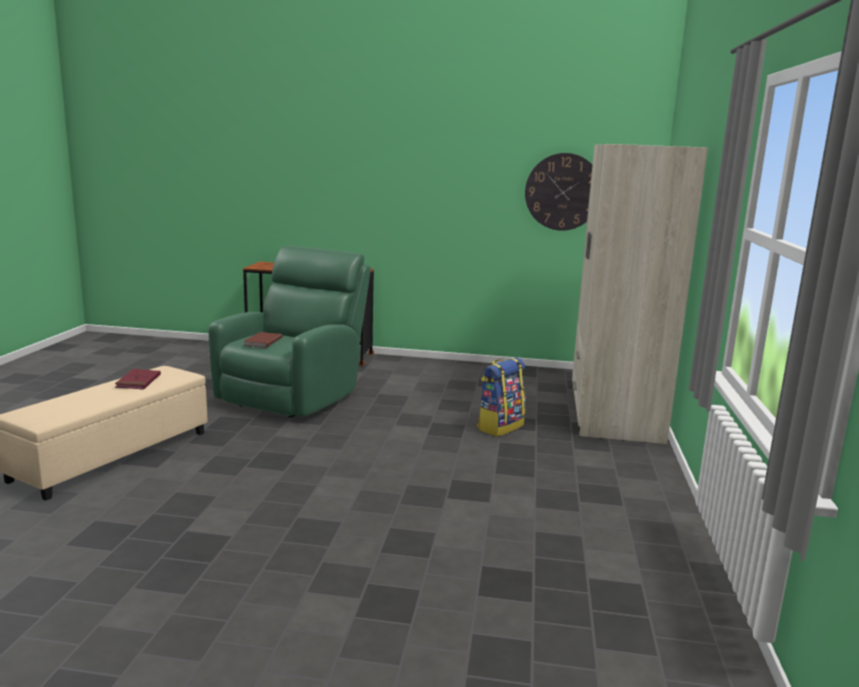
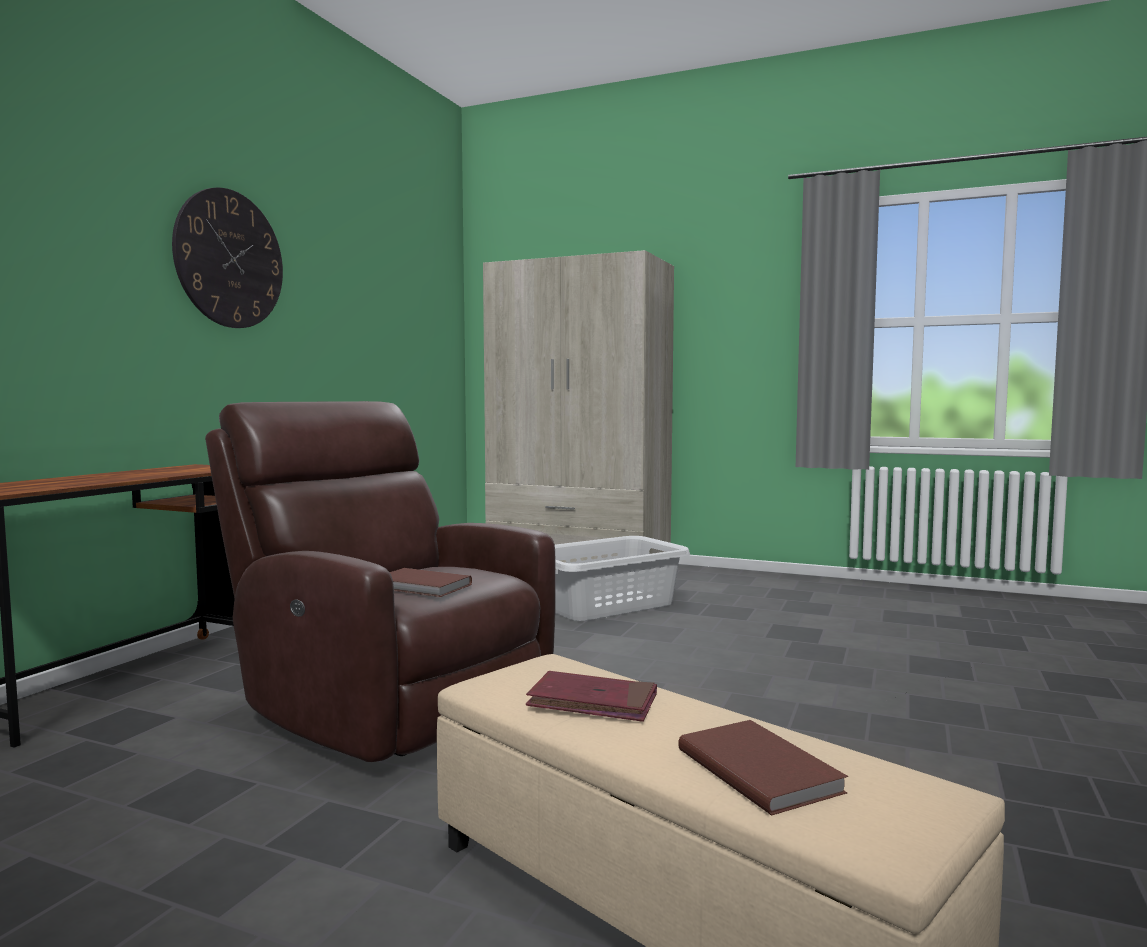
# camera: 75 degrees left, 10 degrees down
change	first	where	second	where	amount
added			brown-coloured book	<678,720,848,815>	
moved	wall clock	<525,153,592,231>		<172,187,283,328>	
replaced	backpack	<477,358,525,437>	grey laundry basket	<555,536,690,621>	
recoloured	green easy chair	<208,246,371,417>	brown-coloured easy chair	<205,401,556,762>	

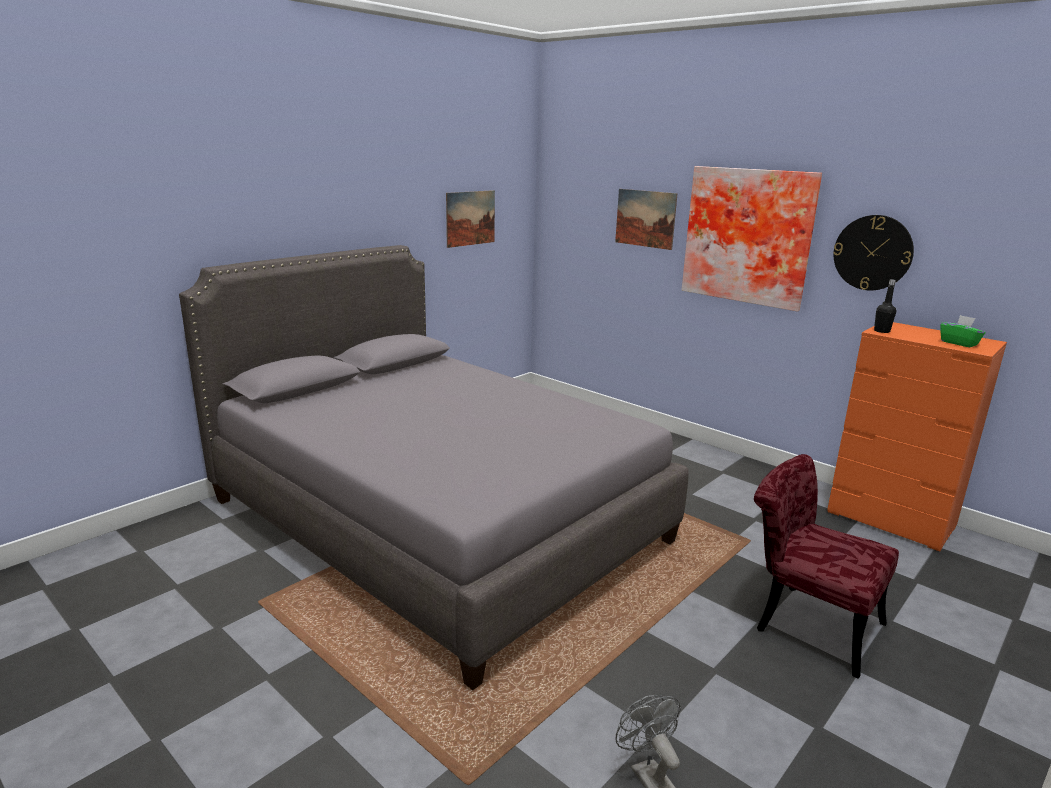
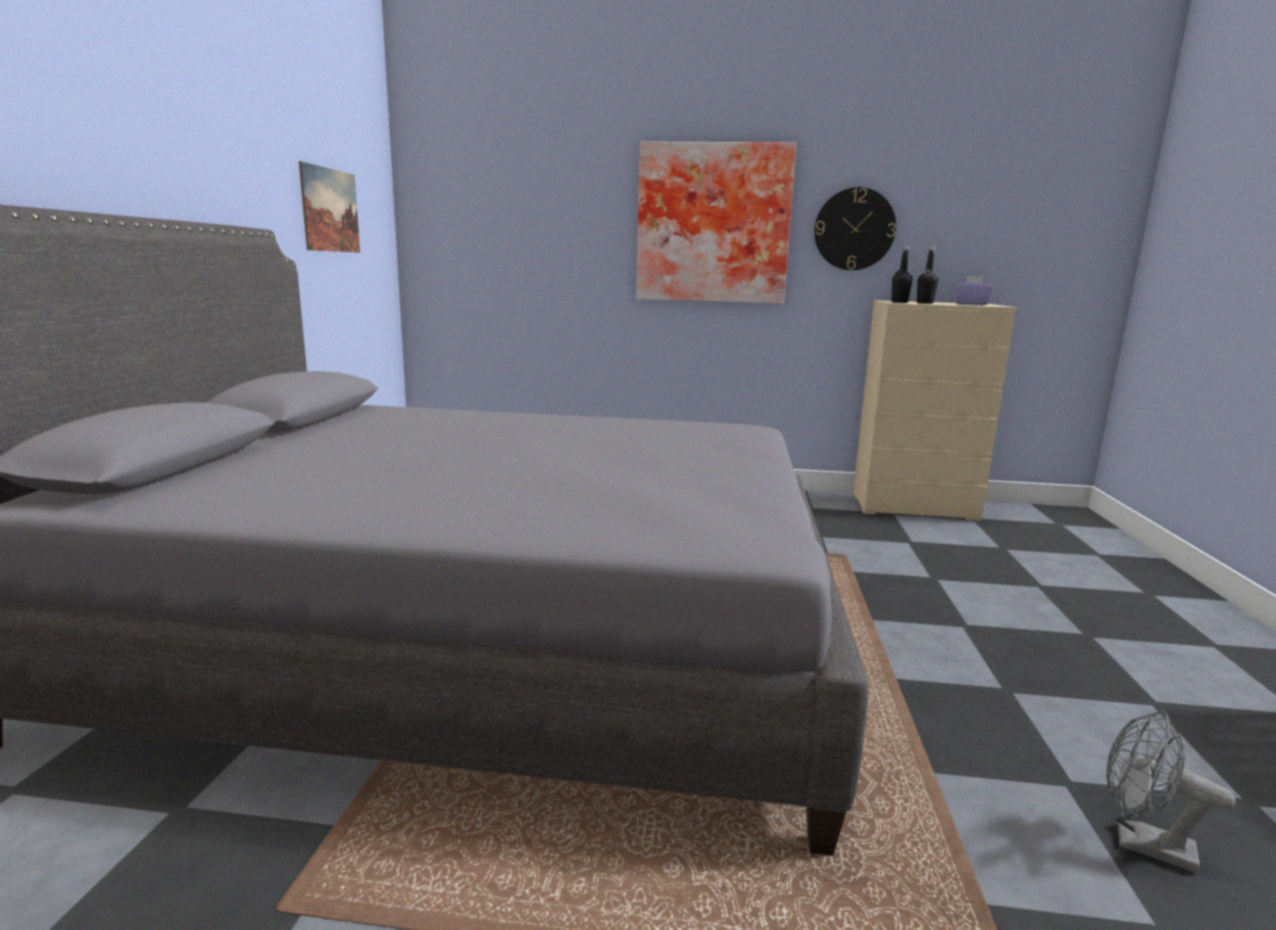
# camera: 35 degrees left, 5 degrees down
change	first	where	second	where	amount
removed	wall art	<615,189,678,250>			
removed	reddish chair	<754,454,899,678>			
added			black-coloured bottle	<917,245,939,304>	
recoloured	orange dresser	<827,322,1007,551>	beige-coloured dresser	<853,300,1017,521>	
recoloured	green box of tissues	<940,315,985,347>	purple-coloured box of tissues	<953,276,994,305>	

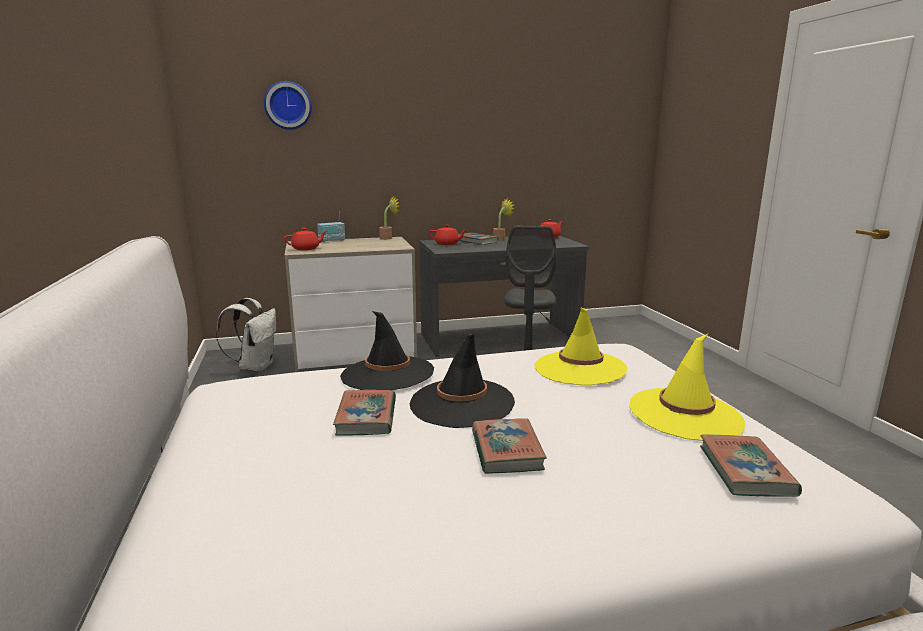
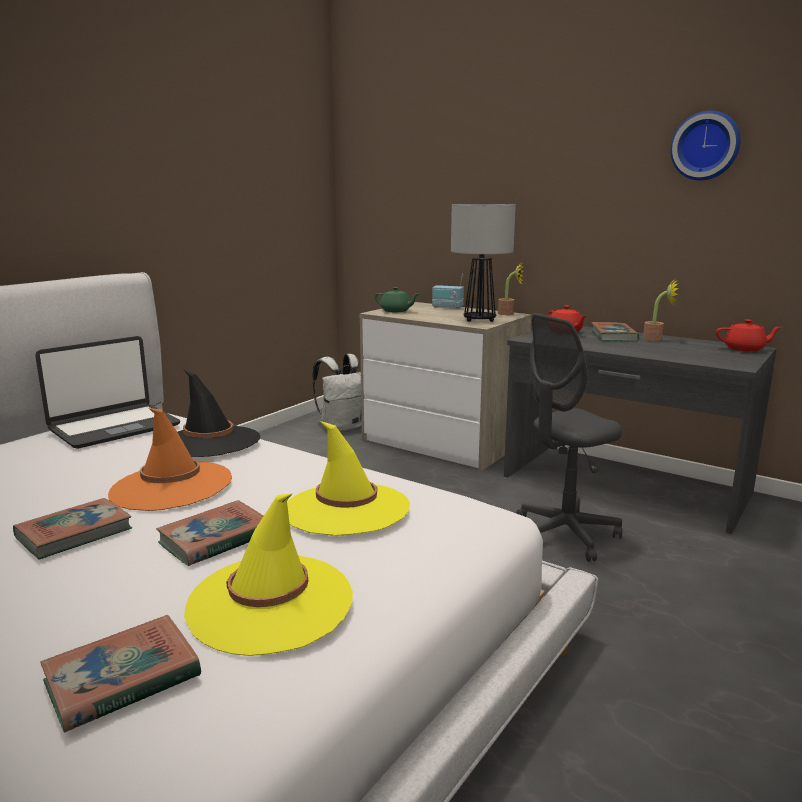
# camera: 50 degrees right, 0 degrees up
change	first	where	second	where	amount
added			notebook computer	<35,336,180,449>	
added			tabletop lamp	<451,204,516,322>	
moved	wall clock	<264,81,312,130>		<671,111,741,180>	
moved	book	<333,390,396,436>		<156,500,263,566>	
recoloured	reddish pot for tea	<284,228,327,250>	green pot for tea	<375,287,419,312>	
recoloured	black-coloured clothing hat	<410,334,515,428>	orange clothing hat	<108,408,232,511>	

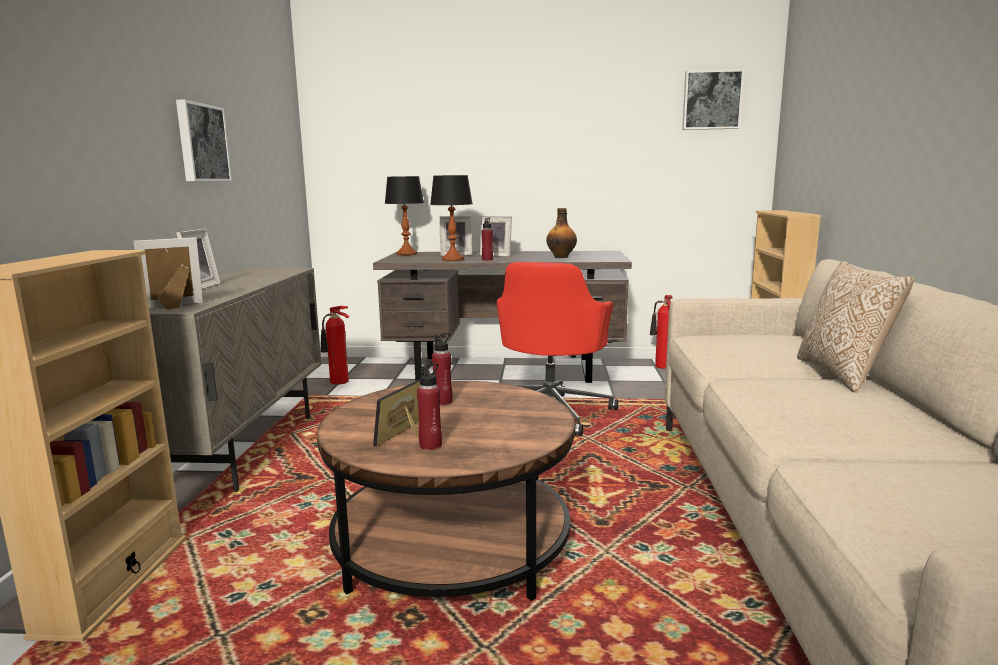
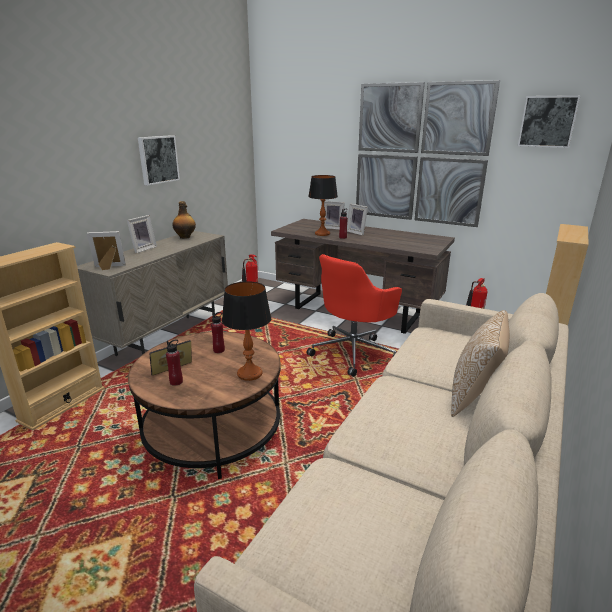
# camera: 25 degrees right, 10 degrees up
change	first	where	second	where	amount
added			wall art	<356,80,500,227>	
moved	tabletop lamp	<385,176,424,255>		<222,281,272,381>	
moved	bottle	<546,208,577,258>		<172,201,196,239>	

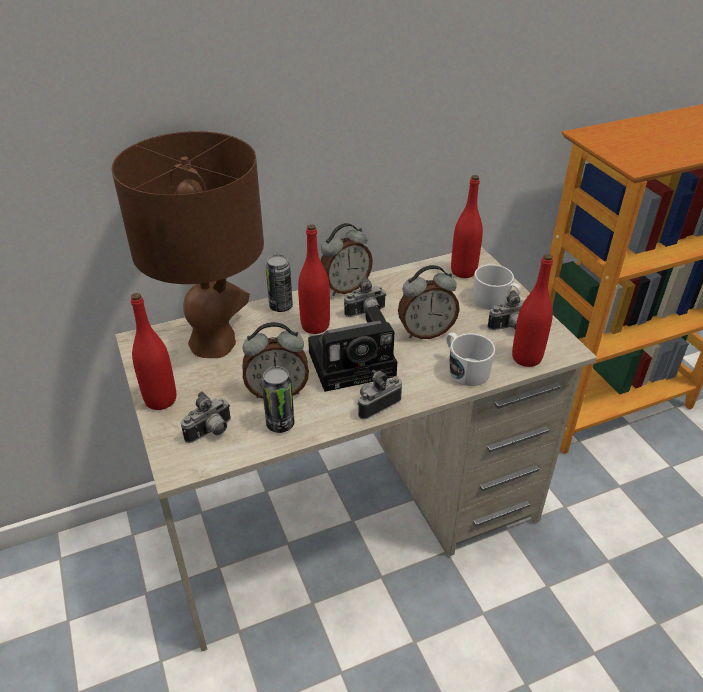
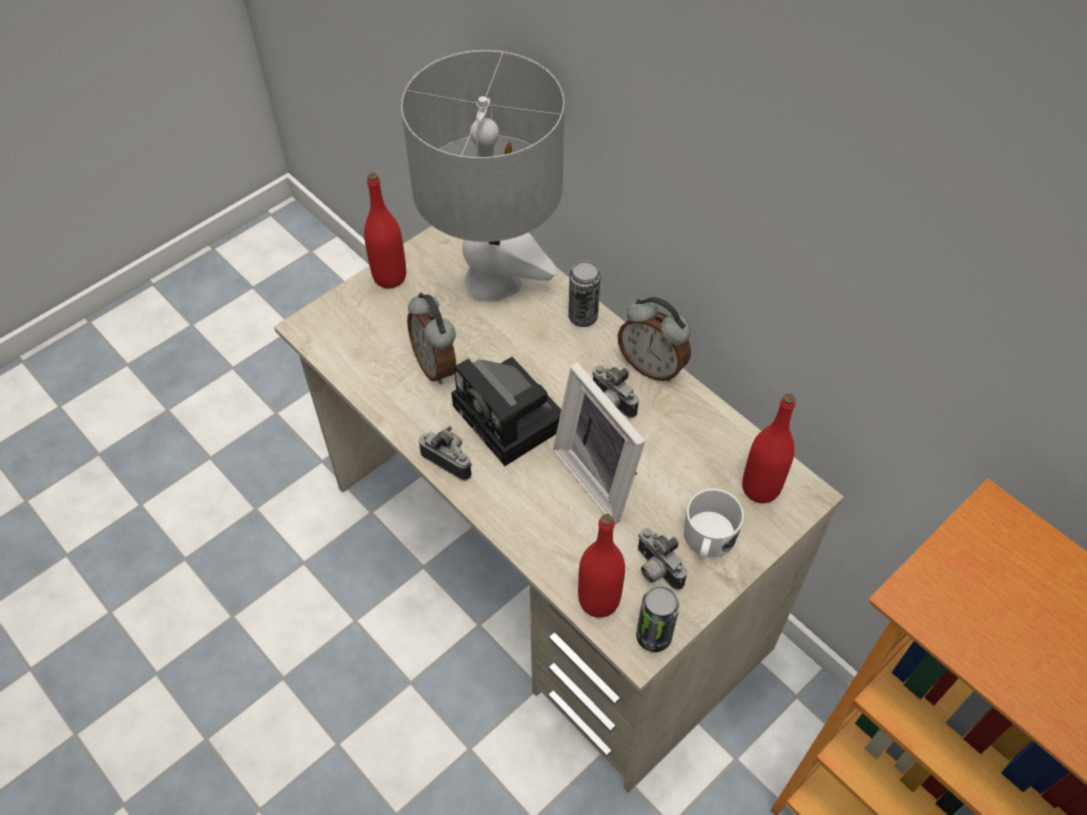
# camera: 70 degrees right, 15 degrees up
change	first	where	second	where	amount
removed	photo camera	<181,391,231,443>			
removed	reddish bottle	<298,224,330,334>			
removed	white-coloured mug	<446,332,495,386>			
moved	sealed can	<262,367,294,433>		<636,586,680,652>	
replaced	bedside clock	<398,265,460,339>	photo frame	<553,362,645,524>	
recoloured	brown-coloured tabletop lamp	<111,131,264,358>	grey tabletop lamp	<401,50,564,302>	

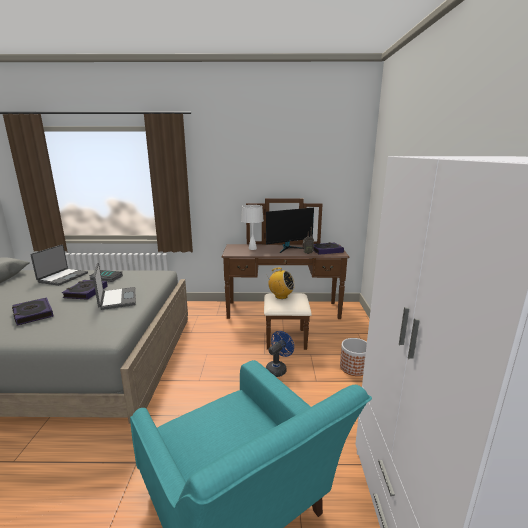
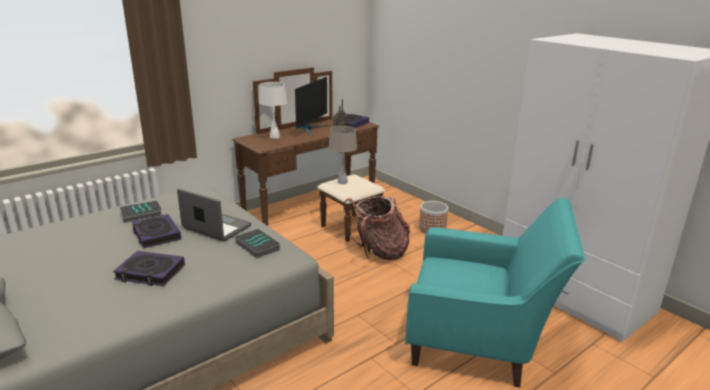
# camera: 40 degrees left, 5 degrees up
change	first	where	second	where	amount
removed	notebook computer	<30,245,88,286>			
added			book	<235,229,280,259>	
replaced	radio set	<266,268,295,299>	beige-coloured tabletop lamp	<328,126,357,184>	
replaced	bluish fan	<266,331,294,377>	backpack	<344,195,410,260>	

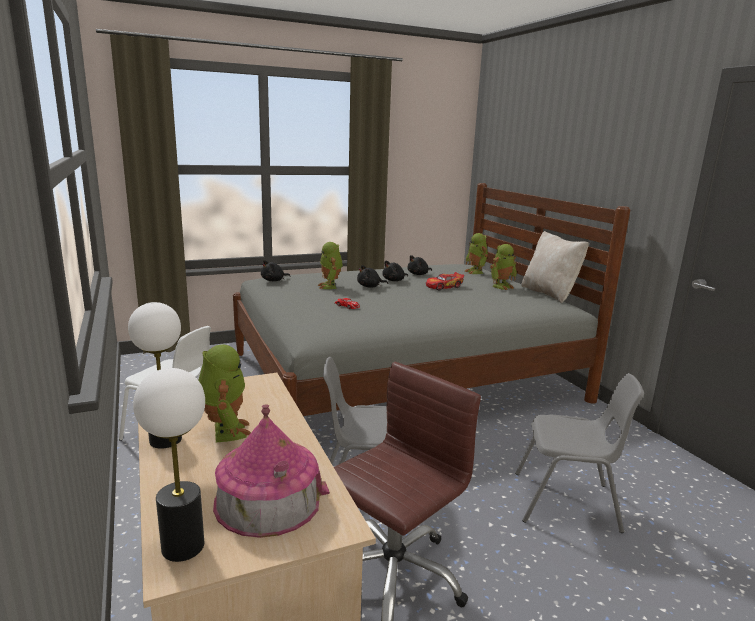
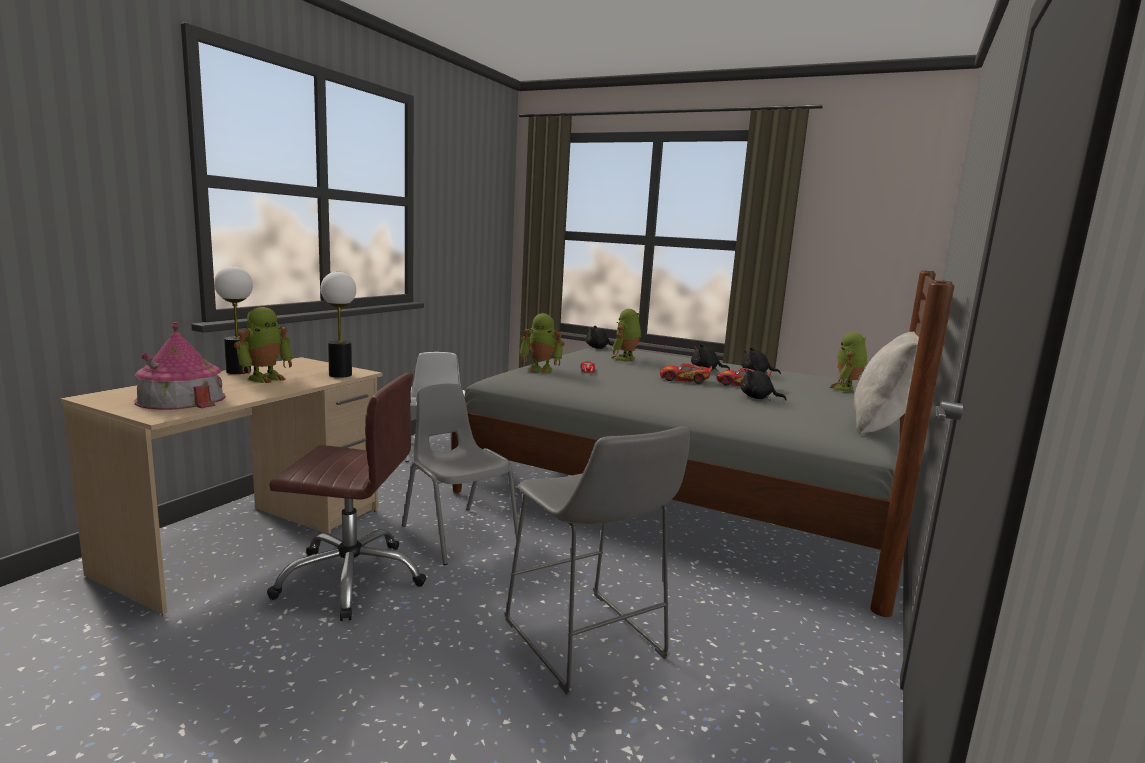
# camera: 50 degrees right, 5 degrees down
change	first	where	second	where	amount
added			model car	<660,363,713,384>	
moved	tabletop lamp	<133,368,205,562>		<321,272,356,378>	
moved	black-coloured cuddly toy	<357,265,388,288>		<740,366,787,401>	
moved	model robot	<490,244,517,290>		<520,313,565,374>	
replaced	grey chair	<515,373,644,533>	grey sitting stool	<504,426,690,695>	

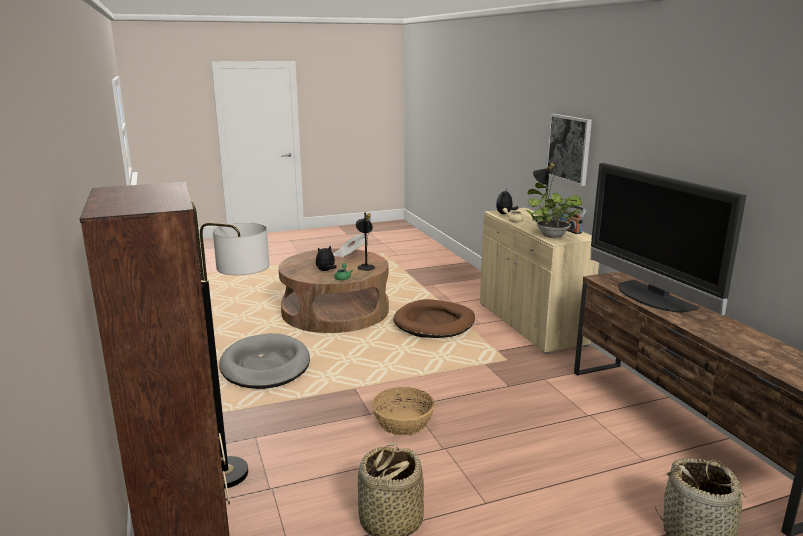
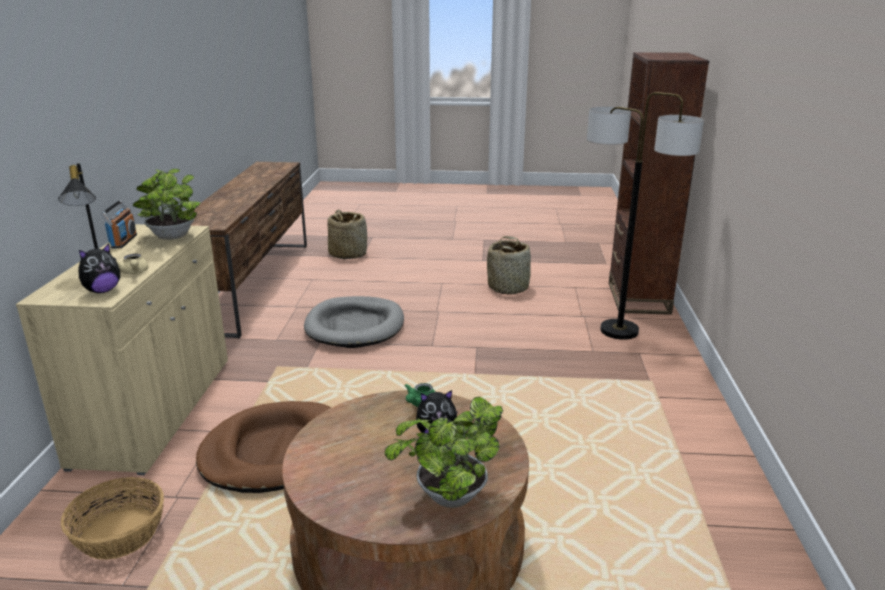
# camera: 155 degrees left, 5 degrees up
change	first	where	second	where	amount
removed	printed paper	<333,234,368,258>			
removed	black-coloured tabletop lamp	<356,212,375,271>			
removed	wall art	<546,114,592,186>			
removed	television	<591,163,747,316>			
added			houseplant	<384,397,503,508>	
moved	grey dog cushion	<219,333,310,389>		<304,296,404,348>	
moved	household basket	<372,387,435,436>		<61,477,164,560>	

